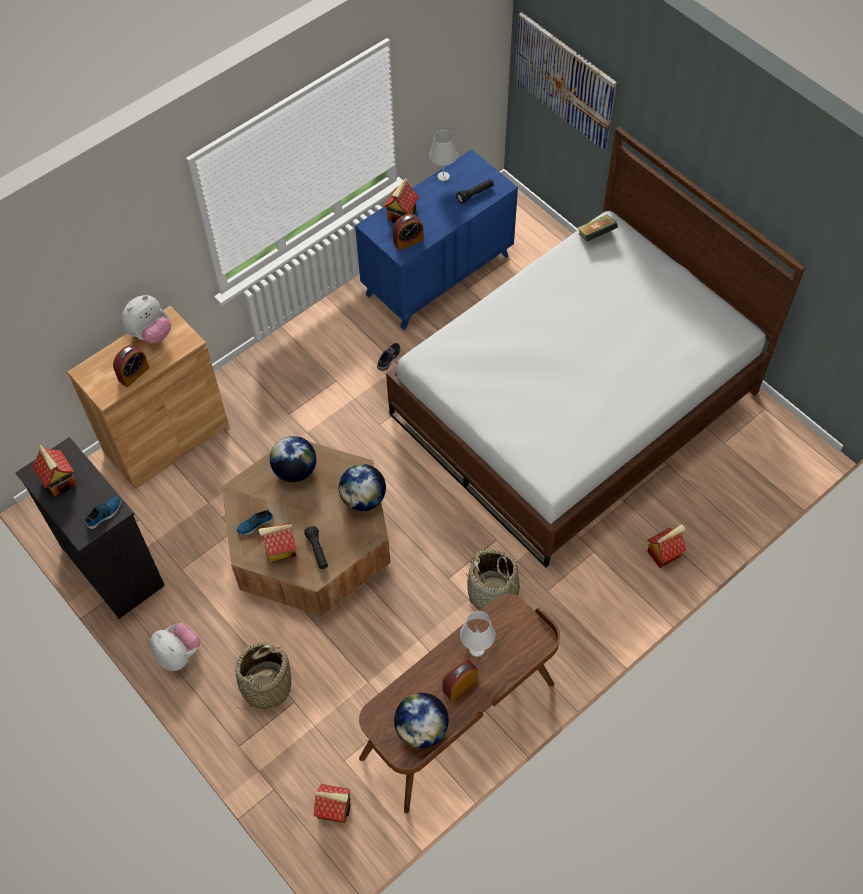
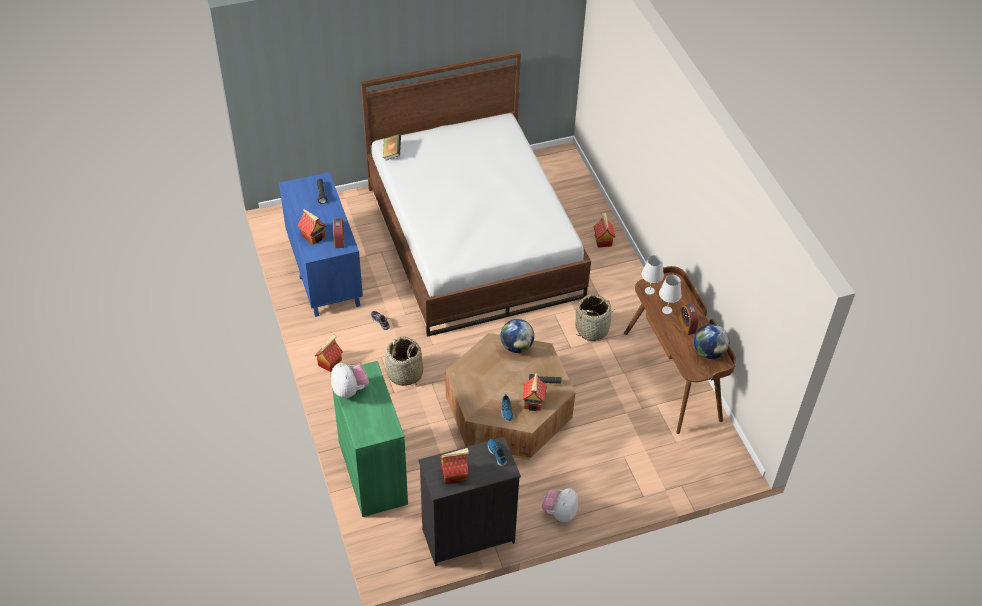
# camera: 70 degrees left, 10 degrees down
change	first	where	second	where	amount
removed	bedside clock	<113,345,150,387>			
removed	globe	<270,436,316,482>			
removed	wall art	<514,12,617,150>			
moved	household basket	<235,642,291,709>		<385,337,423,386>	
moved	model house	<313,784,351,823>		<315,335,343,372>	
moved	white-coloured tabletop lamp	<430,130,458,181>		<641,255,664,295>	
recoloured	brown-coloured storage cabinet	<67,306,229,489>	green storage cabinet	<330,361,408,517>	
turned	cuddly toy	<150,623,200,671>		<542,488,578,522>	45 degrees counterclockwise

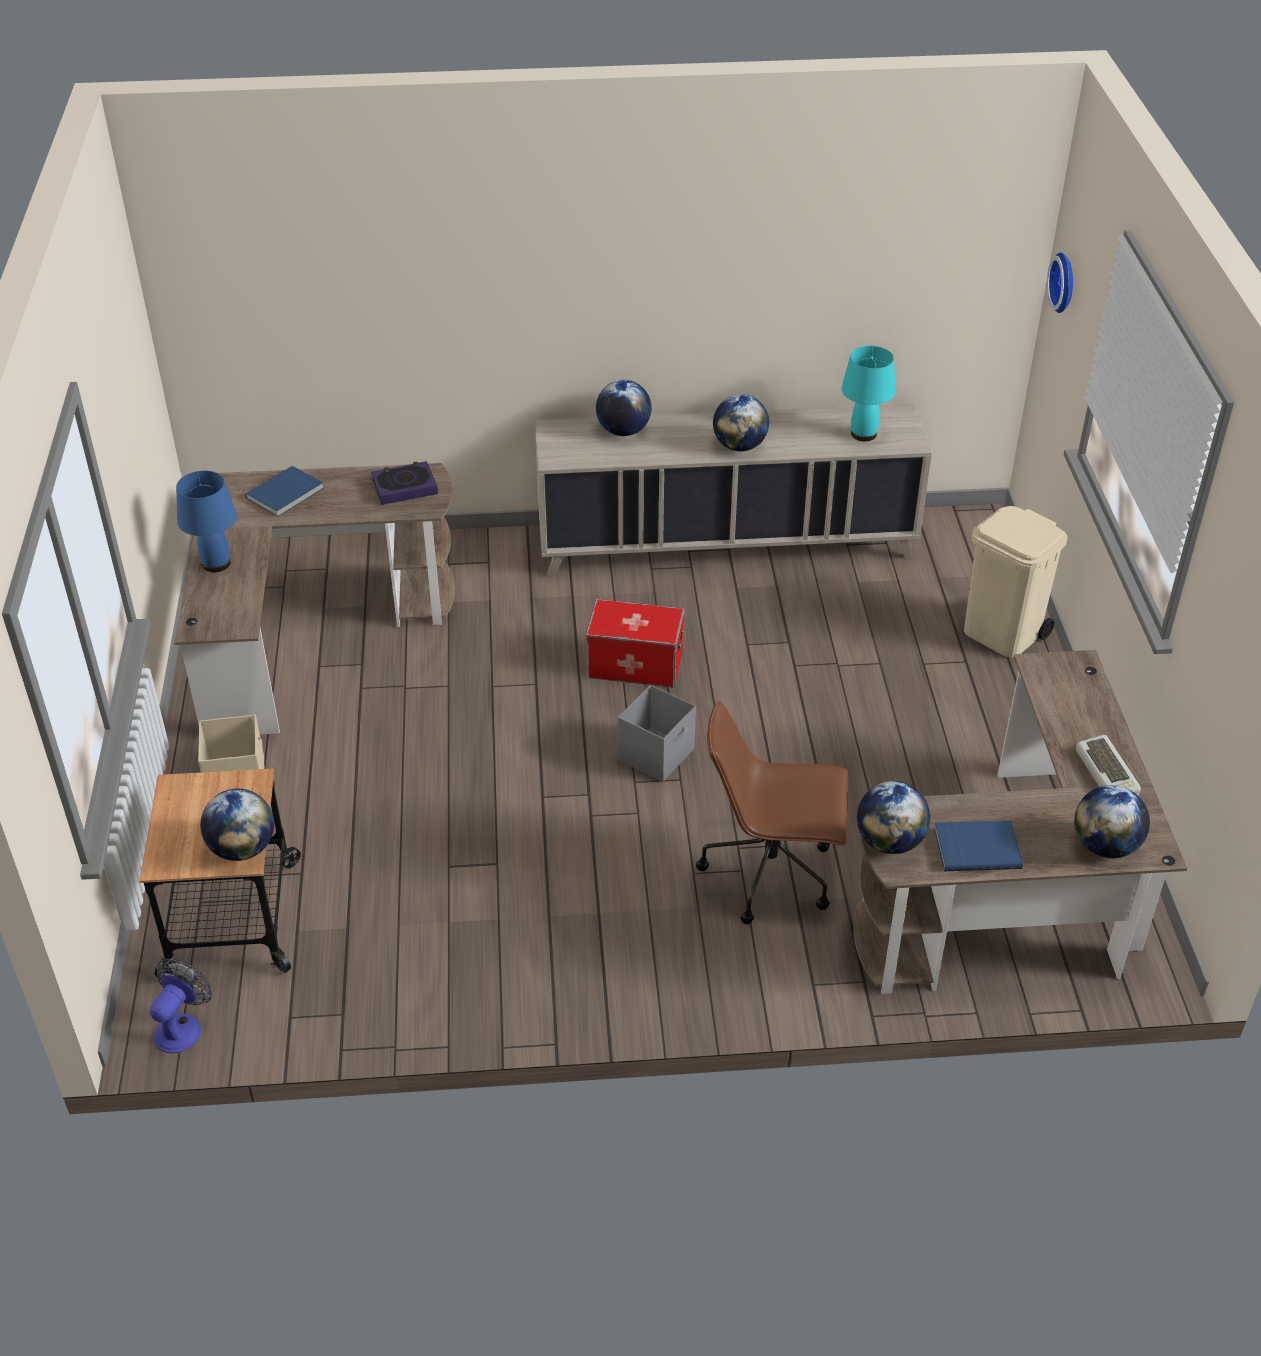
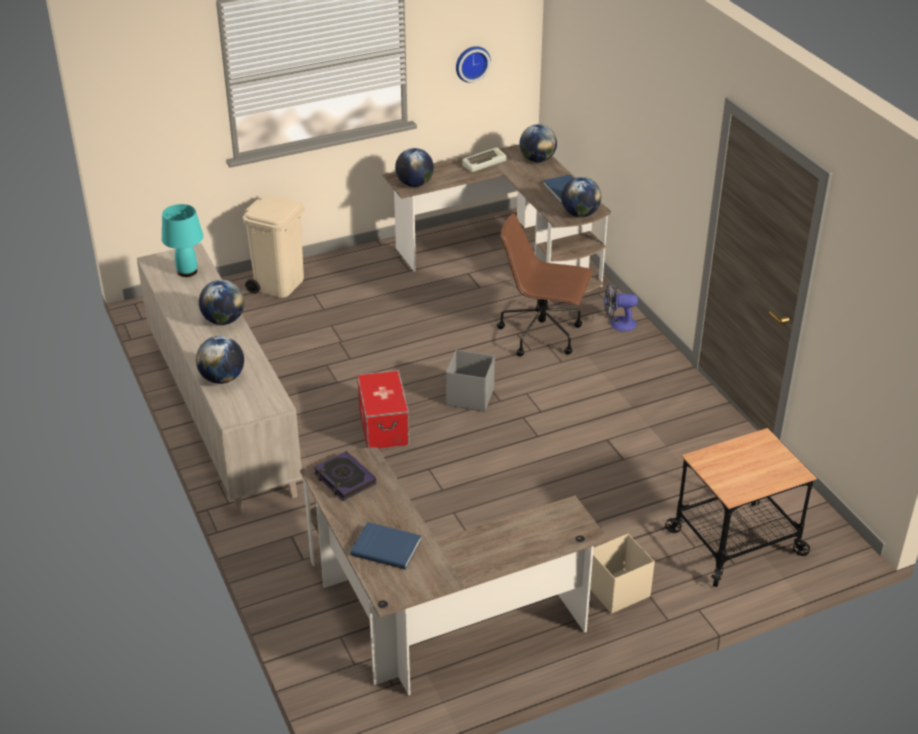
# camera: 110 degrees left, 5 degrees down
change	first	where	second	where	amount
removed	bluish tabletop lamp	<176,471,237,572>			
moved	fan	<150,959,212,1053>		<604,283,638,332>	
moved	globe	<200,789,274,861>		<395,148,434,187>	
moved	wall clock	<1047,253,1073,313>		<456,46,491,83>	
turned	brown-coloured computer chair	<696,700,848,924>		<497,213,592,356>	120 degrees clockwise

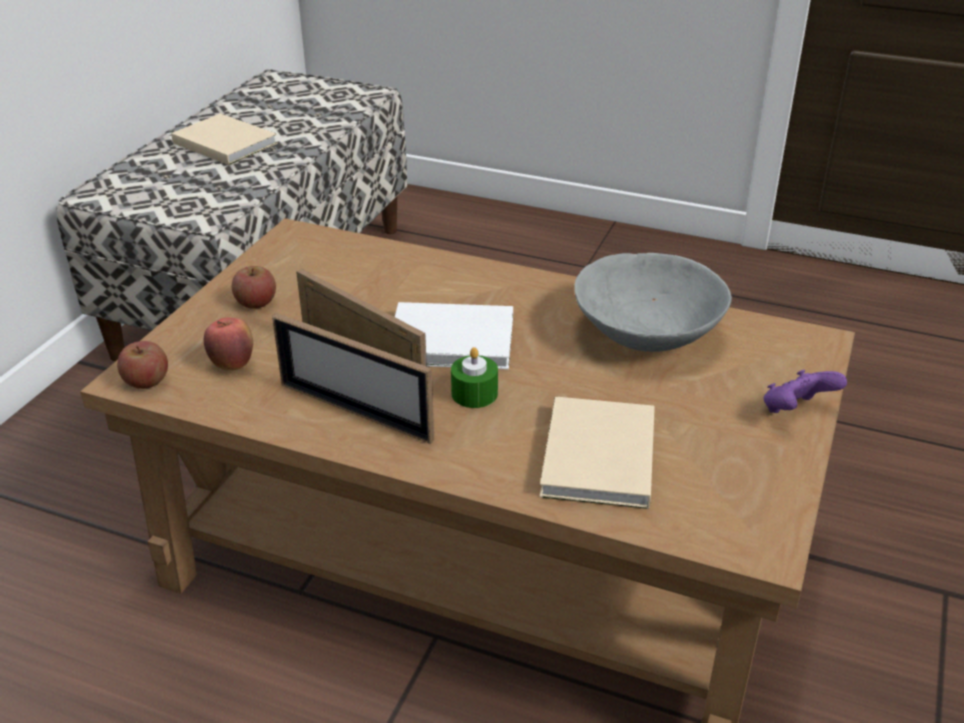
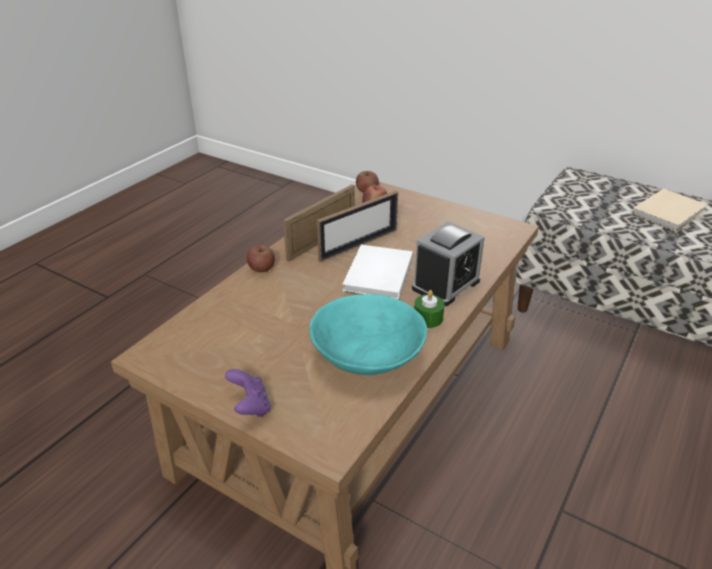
# camera: 100 degrees right, 0 degrees up
change	first	where	second	where	amount
removed	beige-coloured book	<540,396,655,509>			
added			bedside clock	<412,221,485,306>	
moved	apple fruit	<232,266,276,309>		<247,245,275,272>	
moved	green candle	<451,347,498,408>		<414,290,444,328>	
recoloured	grey serving bowl	<574,253,732,352>	blue-green serving bowl	<309,294,427,375>	

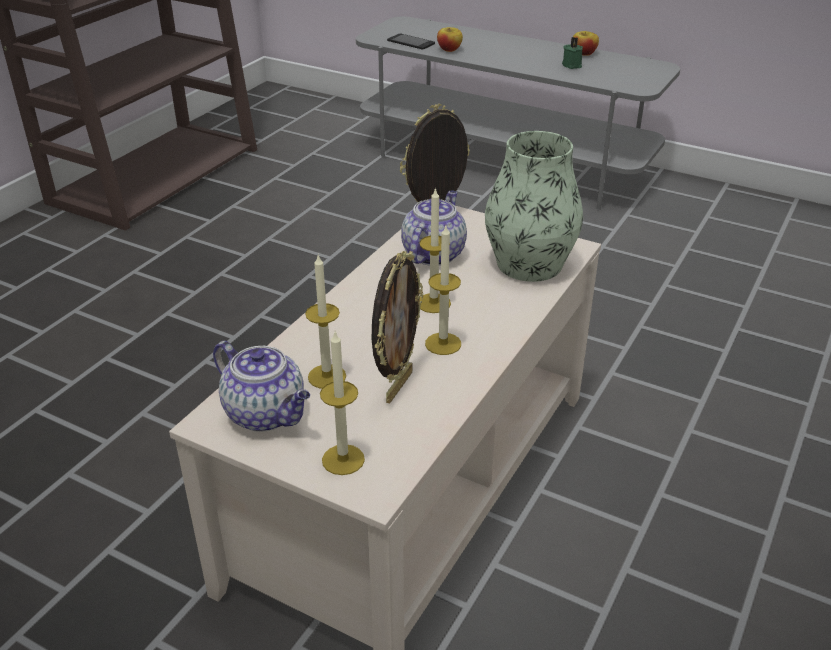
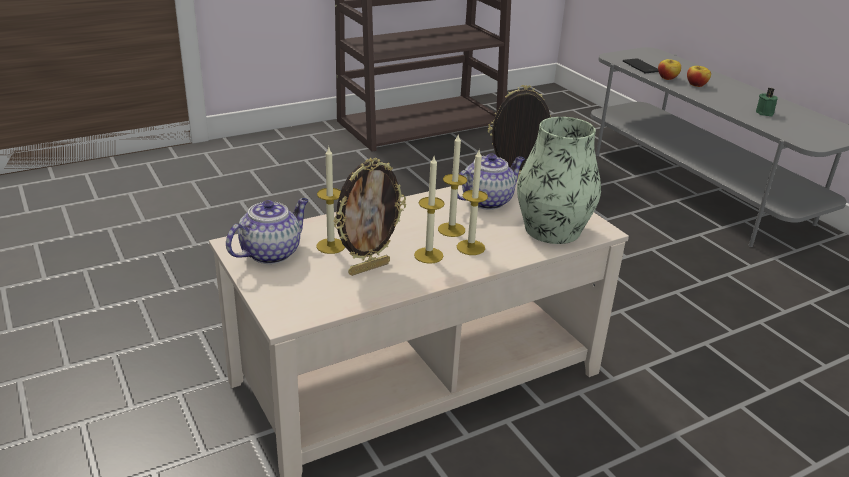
# camera: 30 degrees right, 5 degrees down
change	first	where	second	where	amount
moved	candle	<320,332,365,475>		<457,150,488,255>	
moved	apple fruit	<573,31,599,56>		<687,66,711,87>	
turned	pot for tea	<213,341,310,432>		<226,198,309,264>	120 degrees counterclockwise

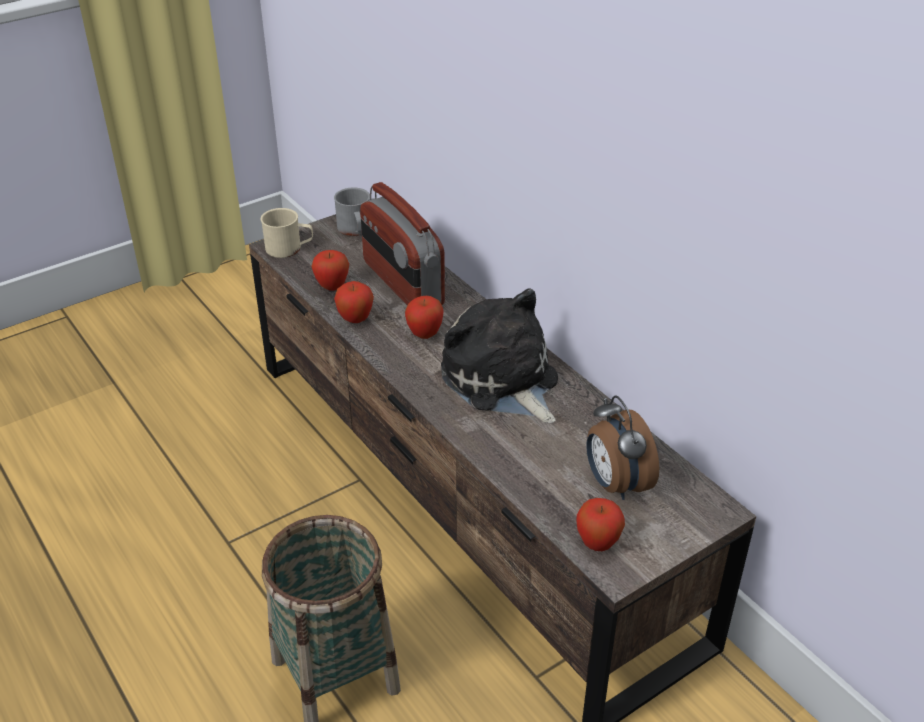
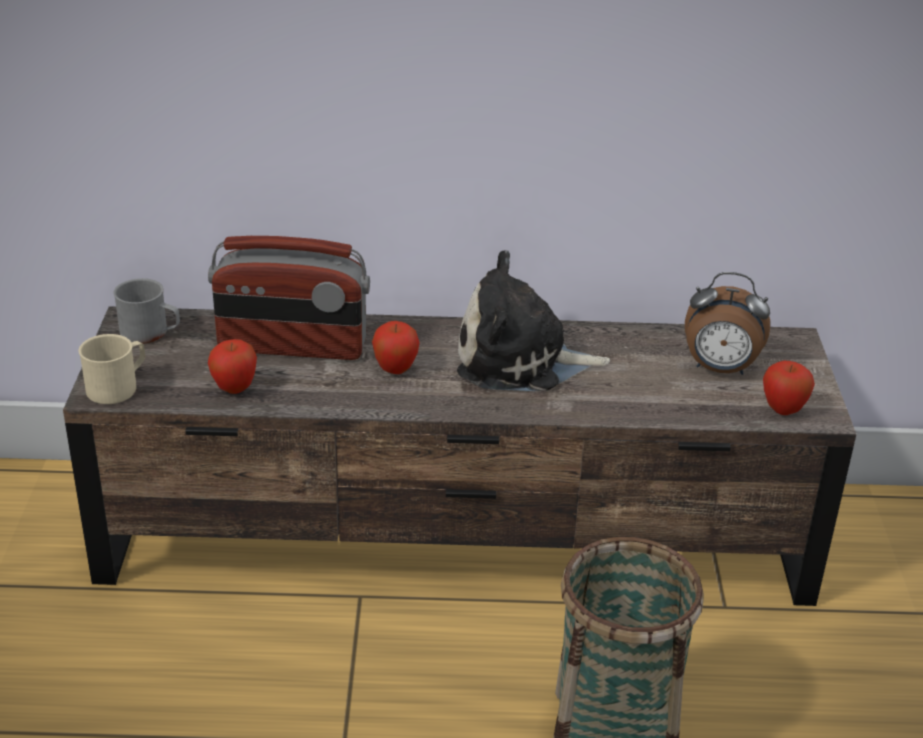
# camera: 55 degrees left, 5 degrees down
change	first	where	second	where	amount
removed	apple fruit	<334,281,374,323>			

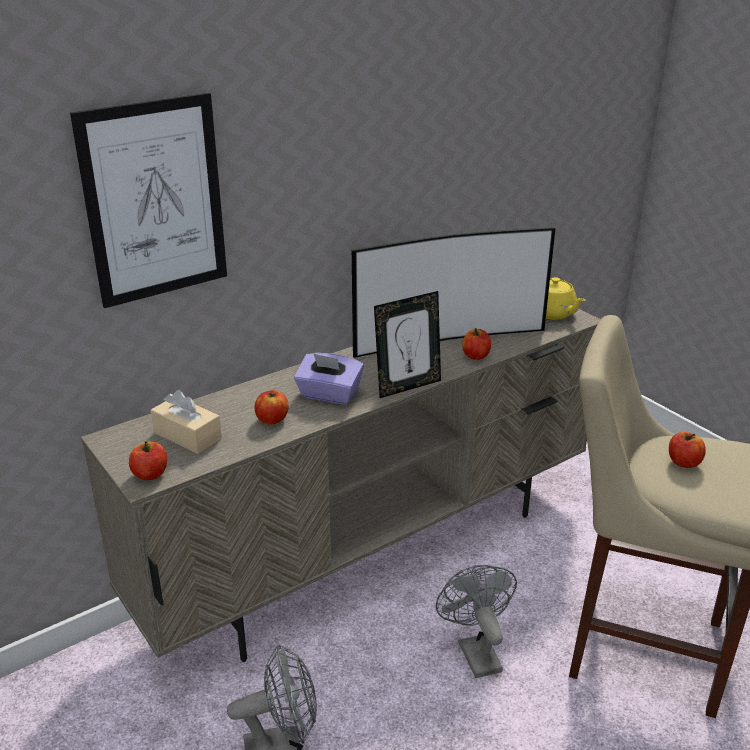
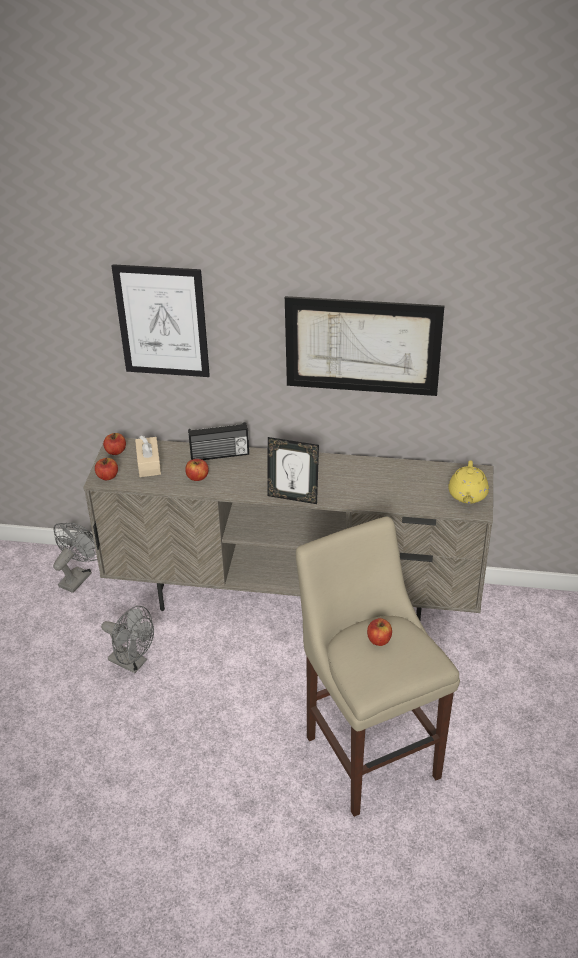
# camera: 45 degrees right, 10 degrees up
change	first	where	second	where	amount
removed	purple-coloured box of tissues	<294,353,364,405>			
removed	television	<352,227,556,358>			
added			radio set	<188,422,249,460>	
added			wall art	<285,296,444,396>	
moved	grey fan	<436,565,517,678>		<53,523,97,593>	
moved	apple fruit	<462,328,491,360>		<103,433,126,455>	

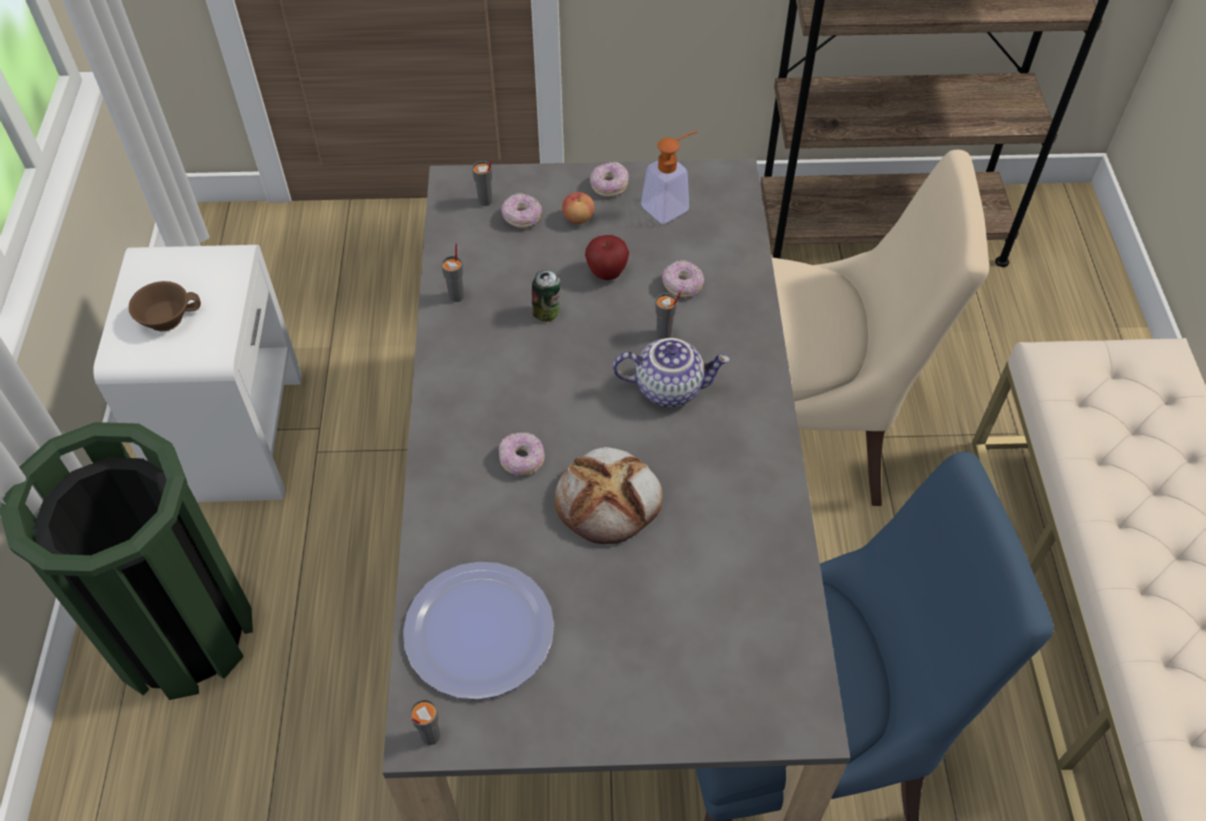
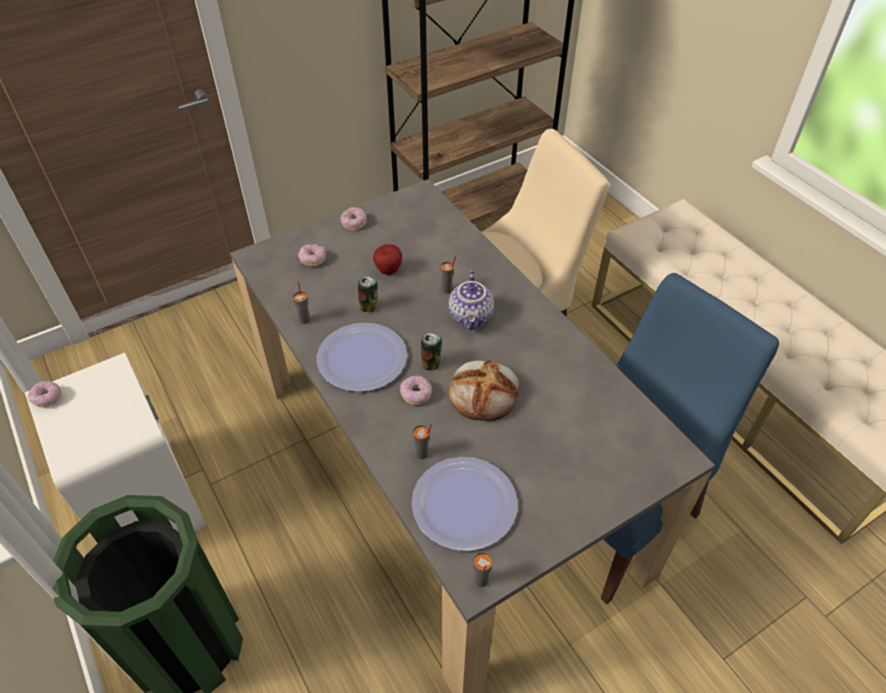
# camera: 30 degrees left, 5 degrees down
change	first	where	second	where	amount
removed	brown-coloured cup	<129,281,201,332>			
removed	apple fruit	<562,192,595,224>			
removed	soap dispenser	<641,130,698,224>			
added			flat dish	<317,323,407,392>	
added			sealed can	<421,333,442,370>	
moved	grey cup	<472,160,492,206>		<412,424,432,459>	
moved	ring doughnut	<662,260,704,298>		<28,381,61,408>	
turned	pot for tea	<613,338,730,407>		<449,270,494,330>	120 degrees clockwise

